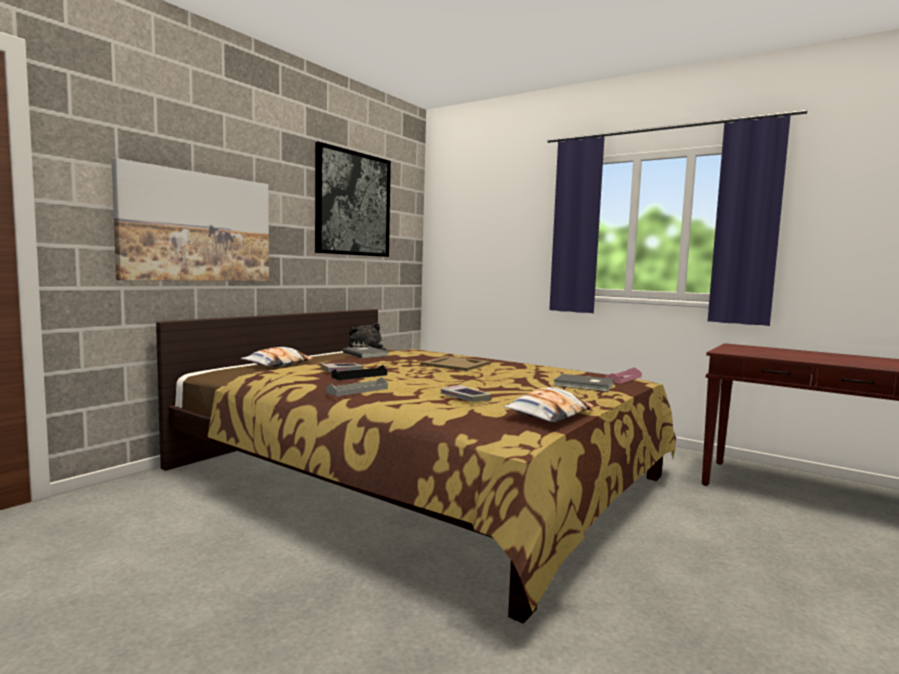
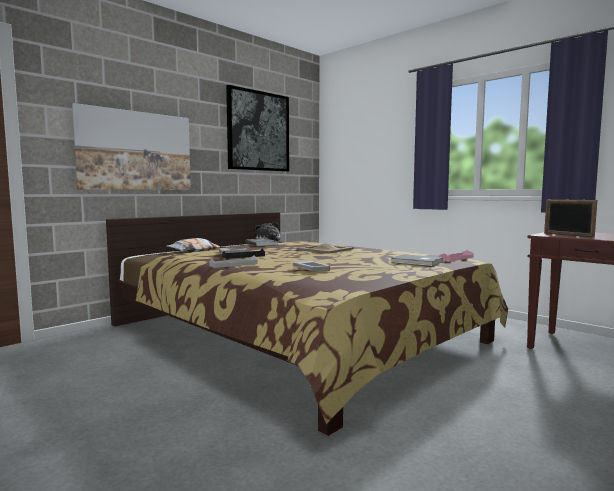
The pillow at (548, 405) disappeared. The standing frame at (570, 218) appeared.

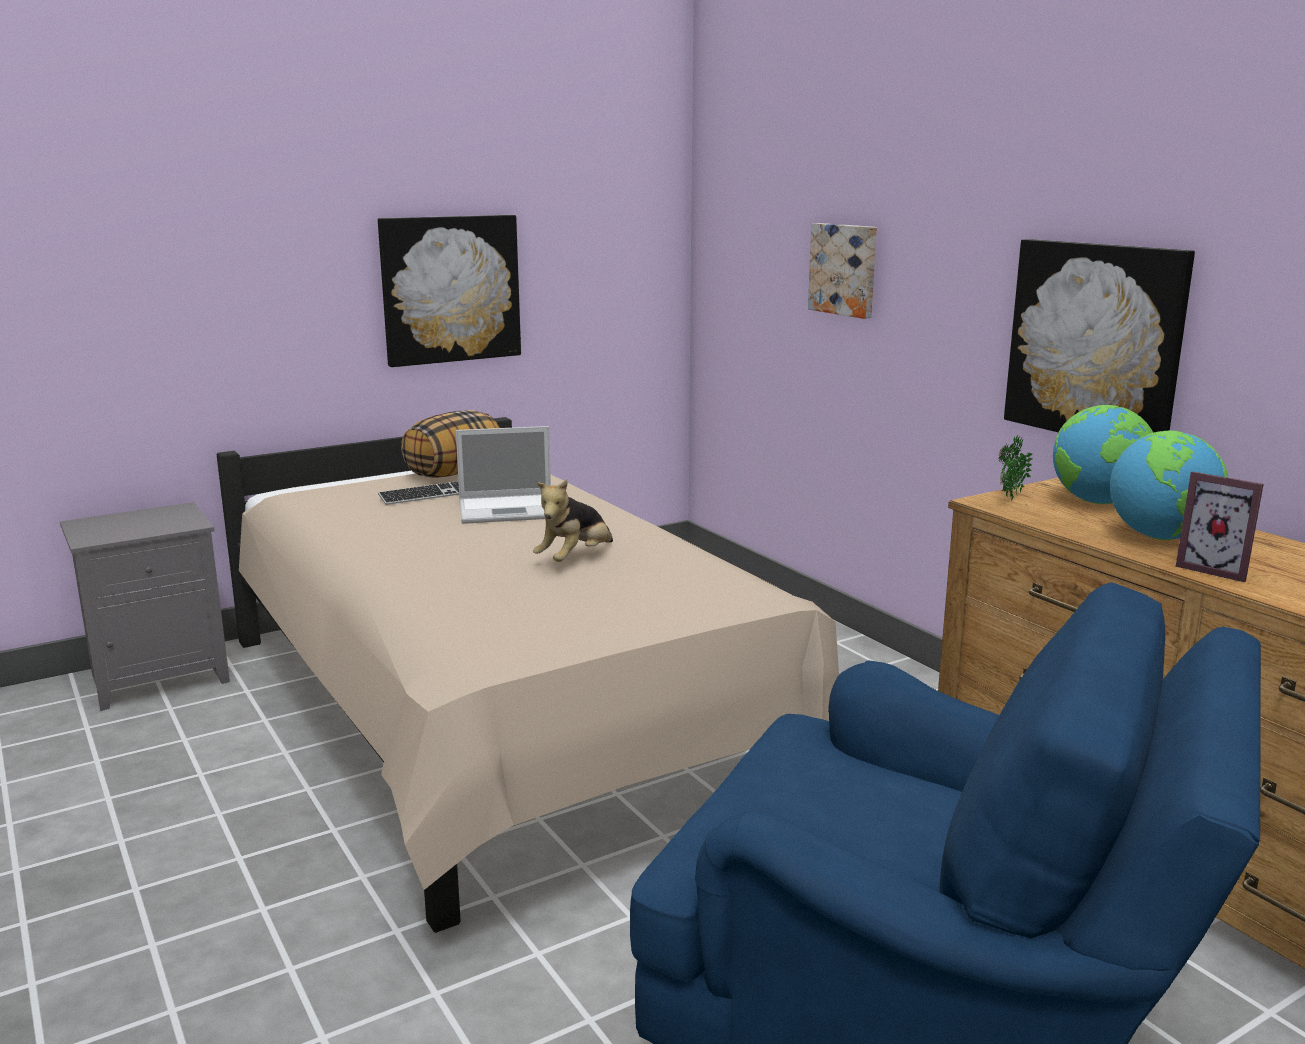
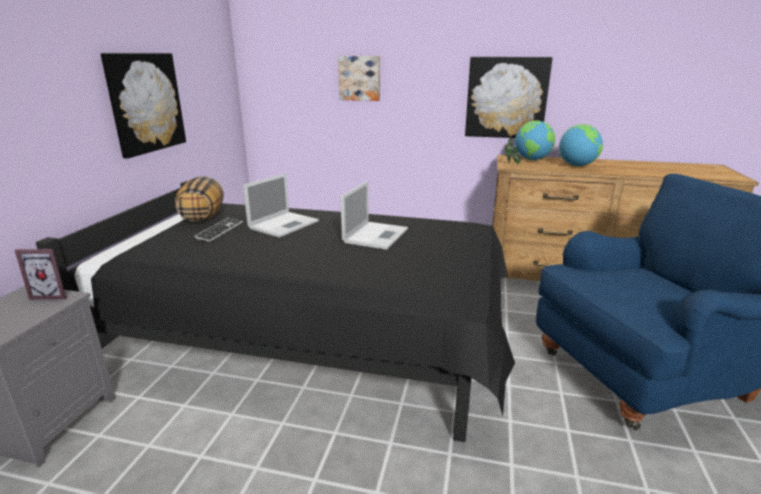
The standing frame moved from (1220, 526) to (40, 274). The cuddly toy at (573, 520) was replaced by the laptop at (374, 215). The sleeping bed (sand-coloured) at (528, 675) became the sleeping bed (blackish) at (275, 311).

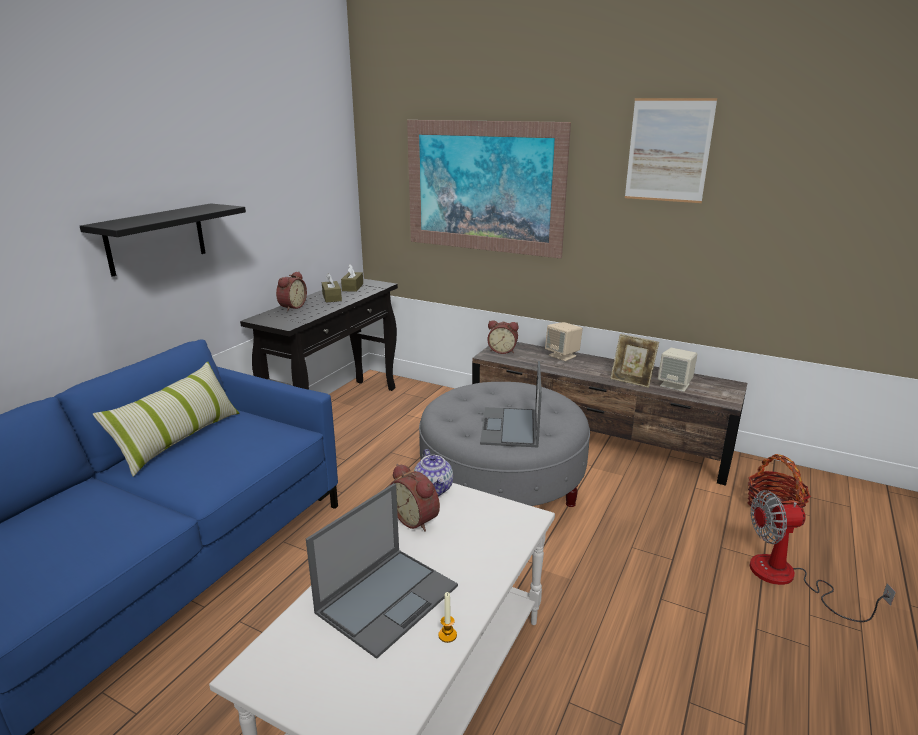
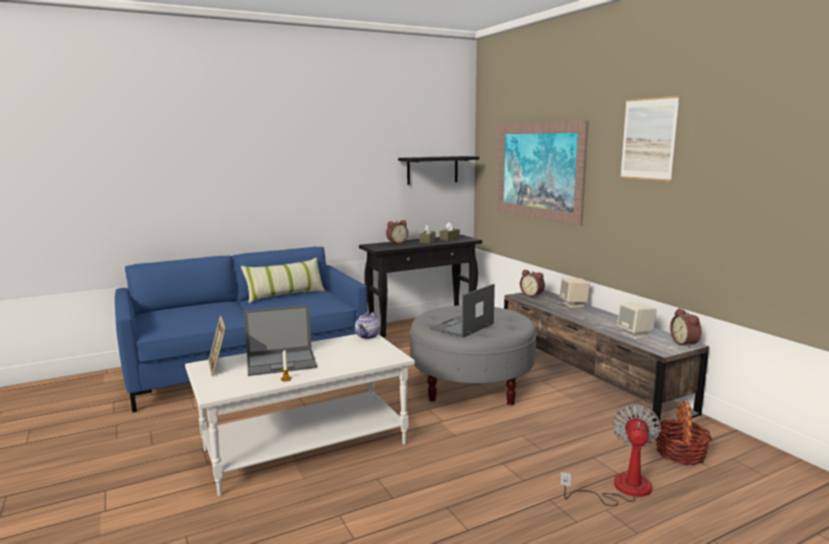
The bracket shelf (blackish) moved from (163, 240) to (438, 170). The alarm clock moved from (415, 498) to (685, 328). The standing frame moved from (634, 361) to (217, 346). The cooling fan at (823, 556) turned 75 degrees clockwise.

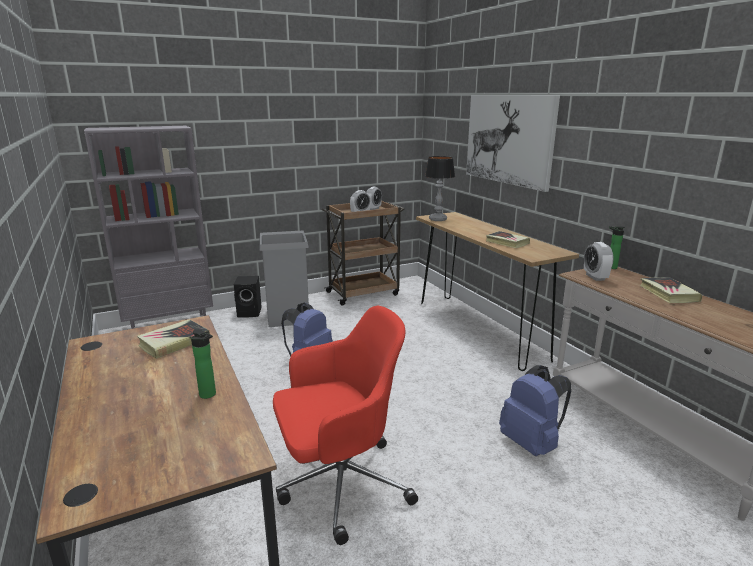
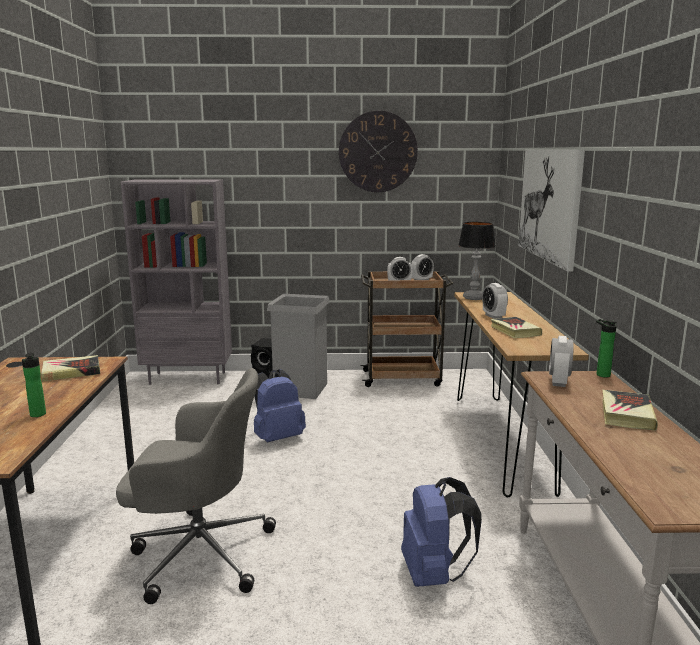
The hanging clock at (378, 151) appeared. The alarm clock at (495, 301) appeared. The office chair (red) at (345, 425) became the office chair (greyish) at (196, 486).

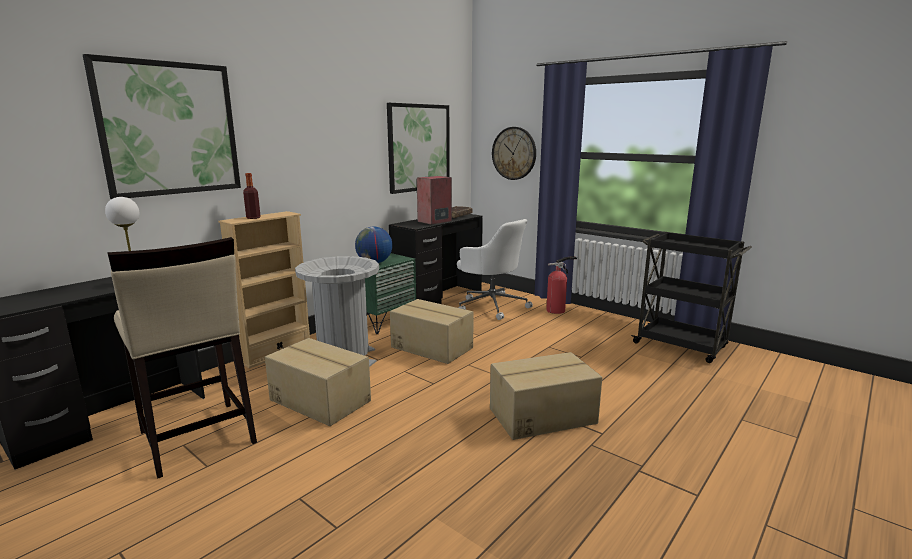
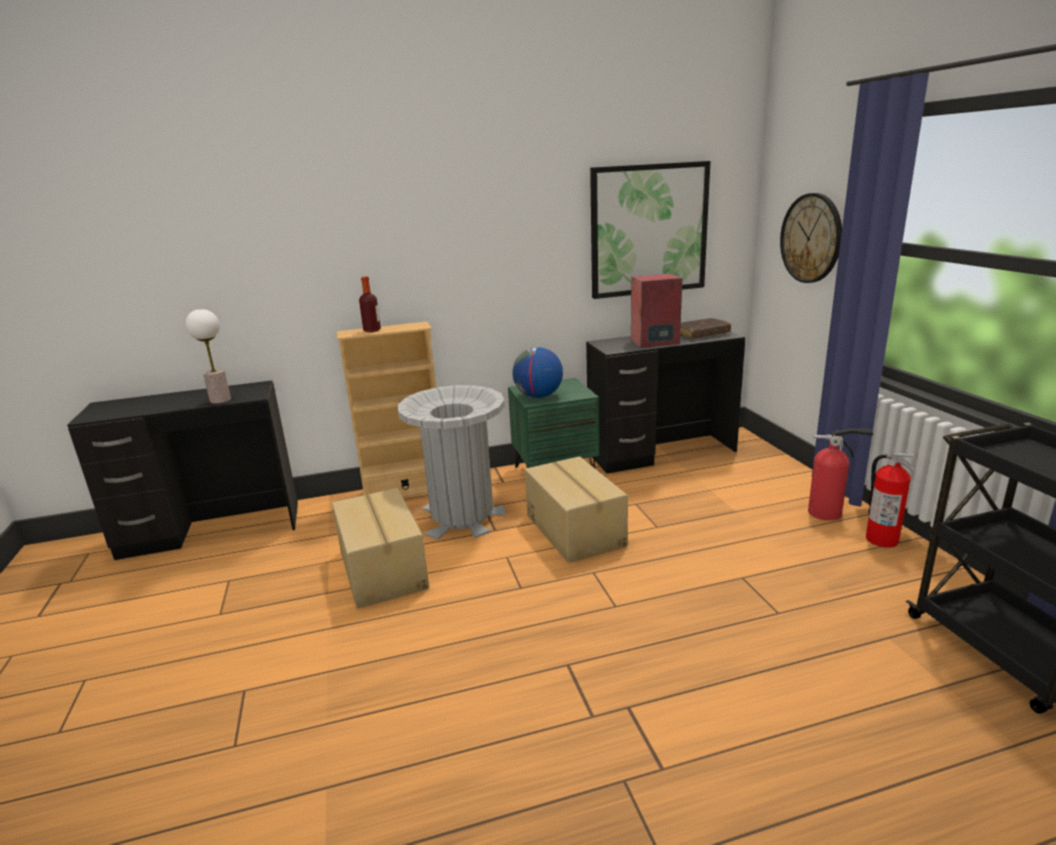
The picture at (162, 126) disappeared. The stool (sand-coloured) at (182, 358) disappeared. The office chair (white-coloured) at (495, 269) disappeared. The carton at (546, 396) disappeared. The fire-fighting cylinder at (891, 500) appeared.

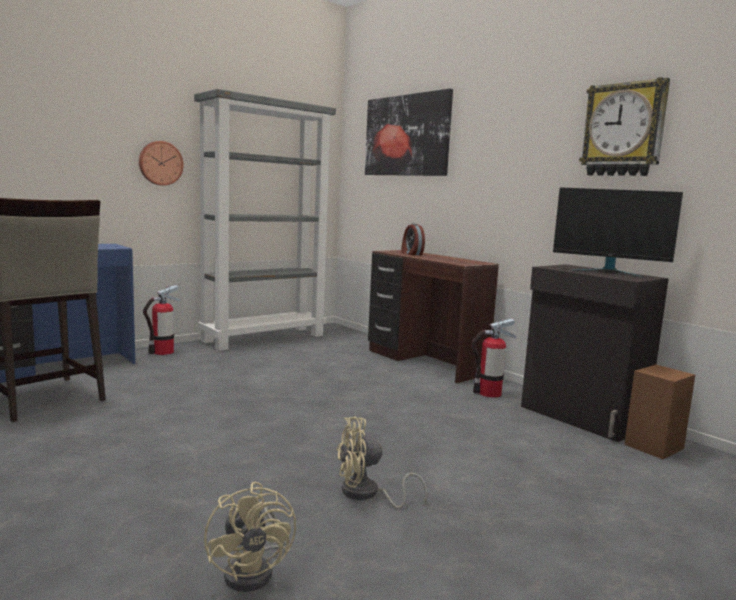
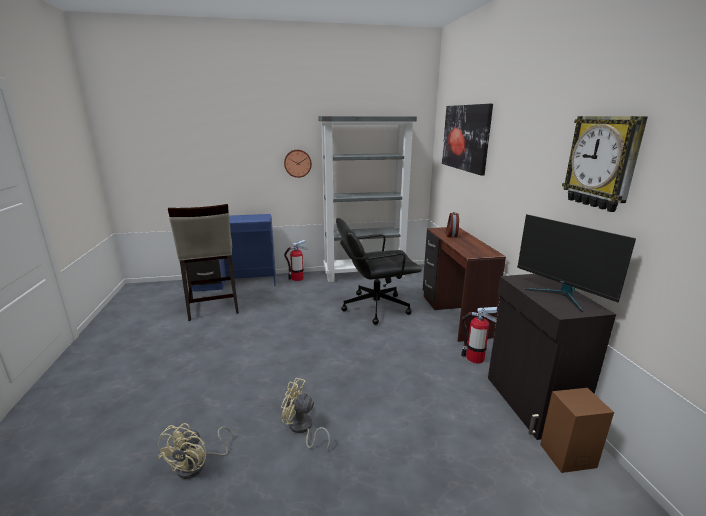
The office chair (blackish) at (379, 271) appeared.

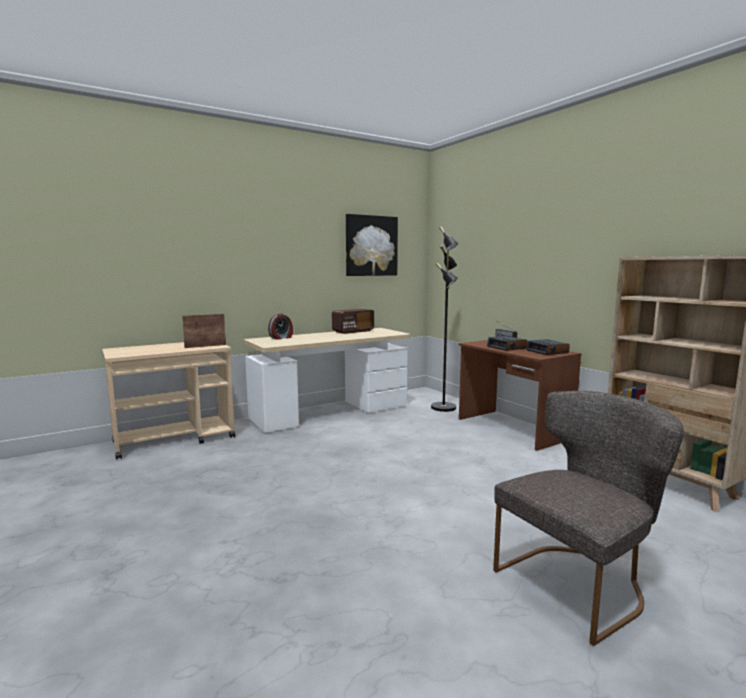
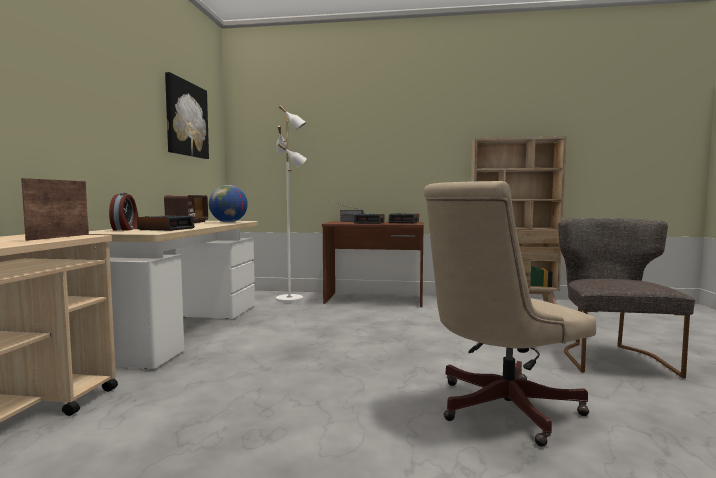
The alarm clock at (166, 223) appeared. The desk globe at (228, 204) appeared. The office chair (sand-coloured) at (509, 314) appeared. The standing lamp (blackish) at (444, 319) became the standing lamp (white-coloured) at (291, 204).

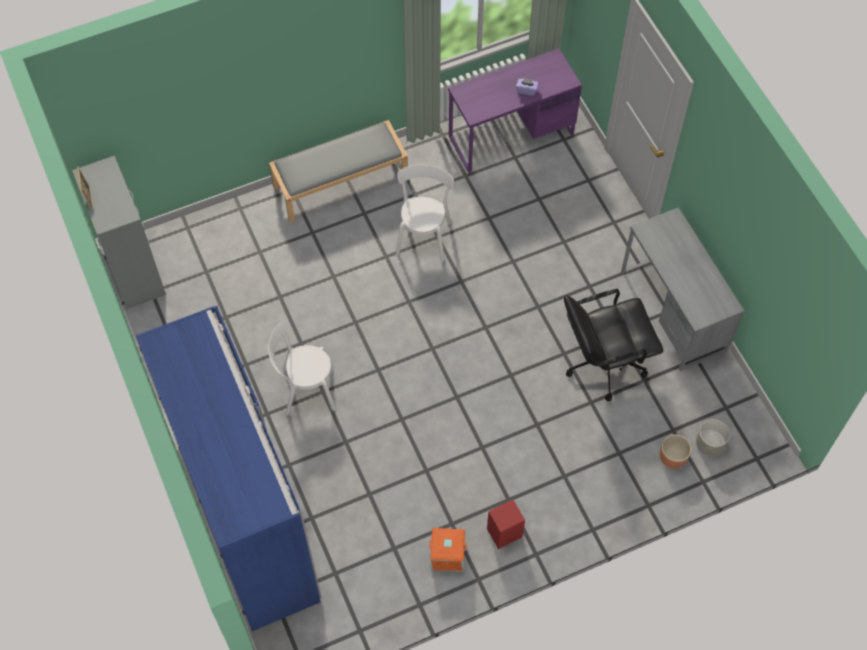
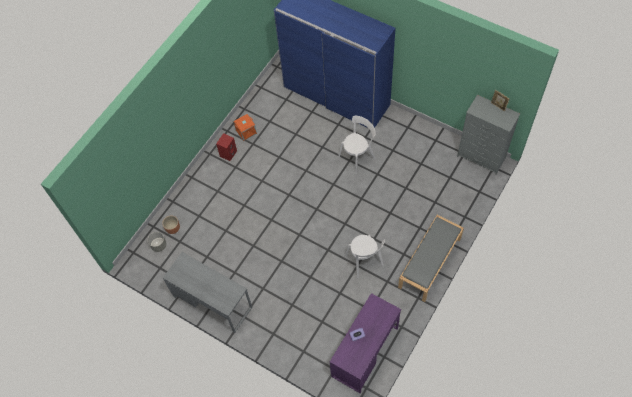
The office chair (blackish) at (613, 345) disappeared.

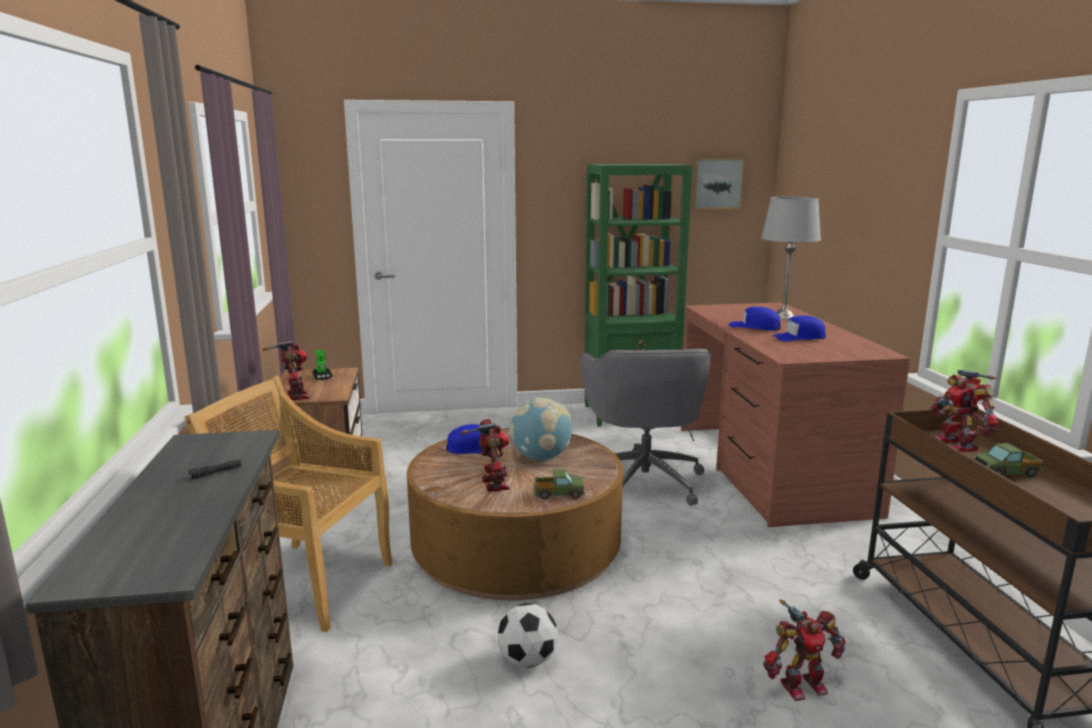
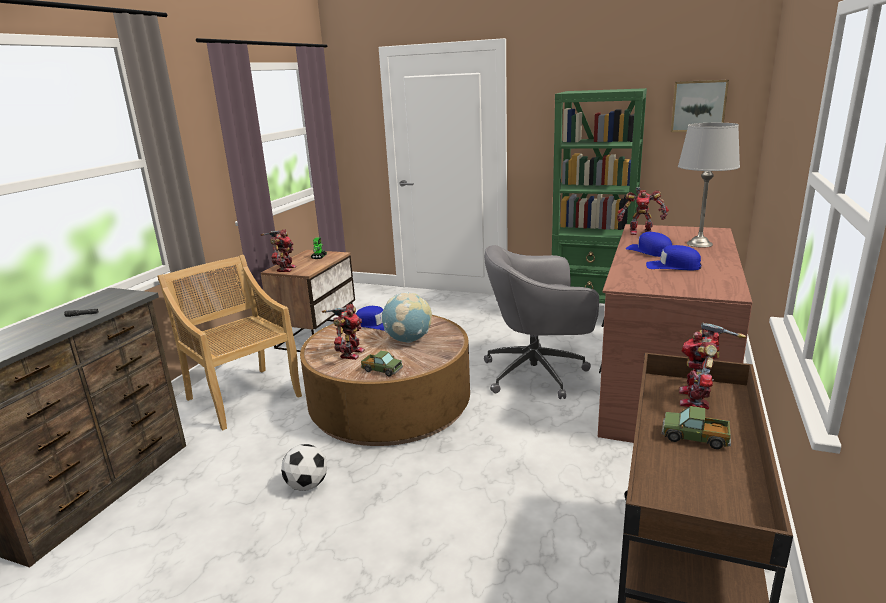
The robot figure moved from (804, 650) to (643, 211). The office chair (greyish) at (645, 427) turned 60 degrees clockwise.

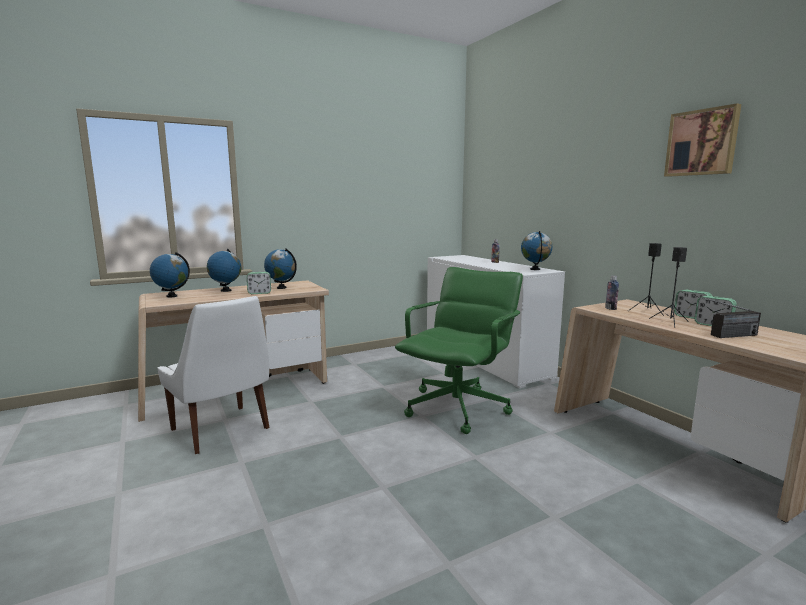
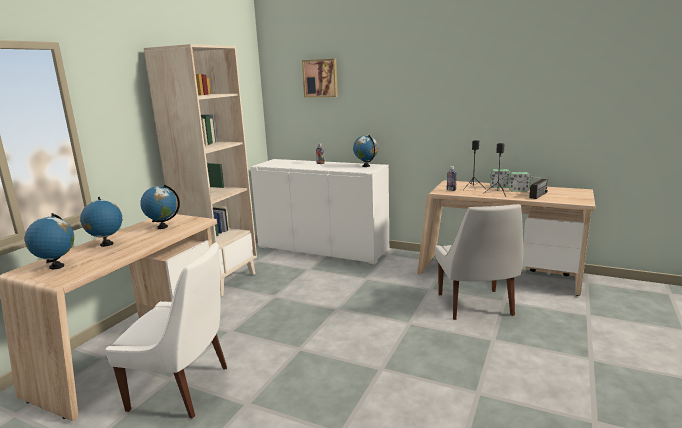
The alarm clock at (259, 283) disappeared. The office chair (greenish) at (459, 350) disappeared. The shelving unit (sand-coloured) at (200, 170) appeared. The upright chair (white-coloured) at (479, 262) appeared. The picture moved from (702, 140) to (320, 78).

